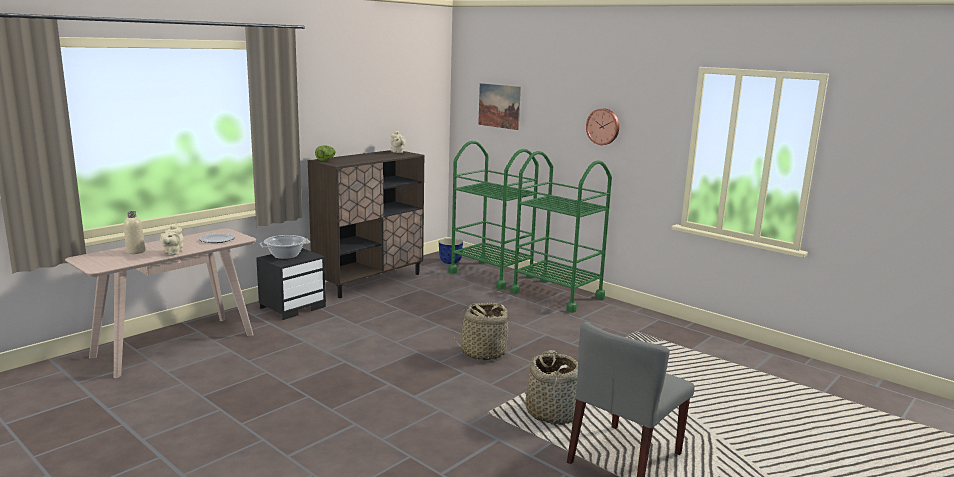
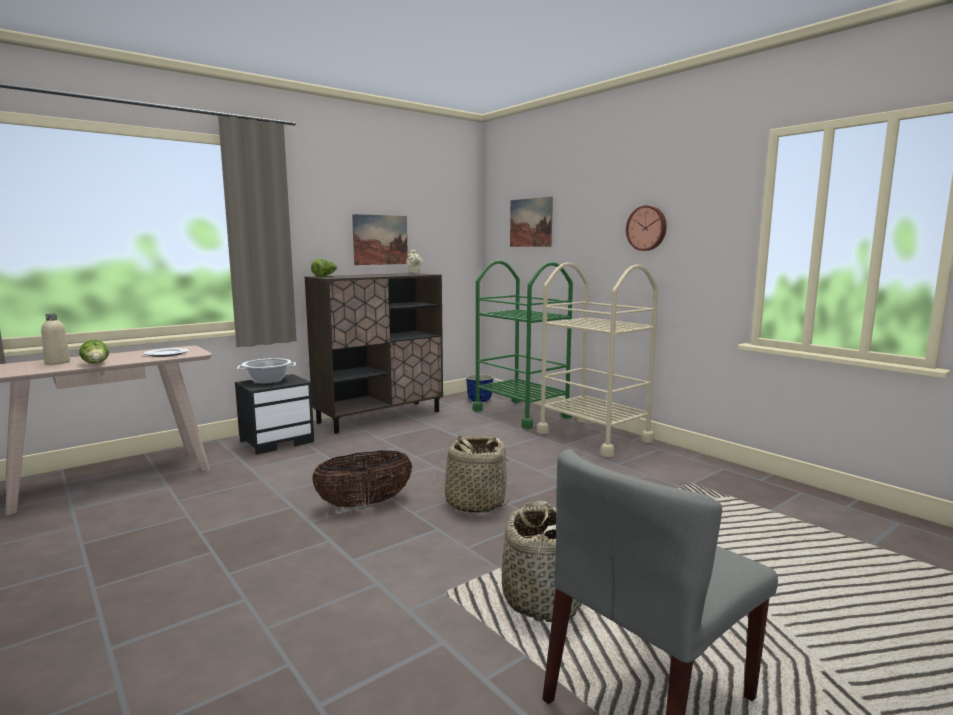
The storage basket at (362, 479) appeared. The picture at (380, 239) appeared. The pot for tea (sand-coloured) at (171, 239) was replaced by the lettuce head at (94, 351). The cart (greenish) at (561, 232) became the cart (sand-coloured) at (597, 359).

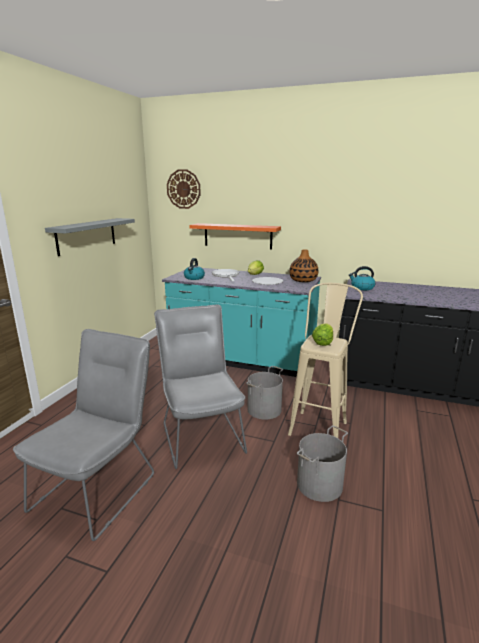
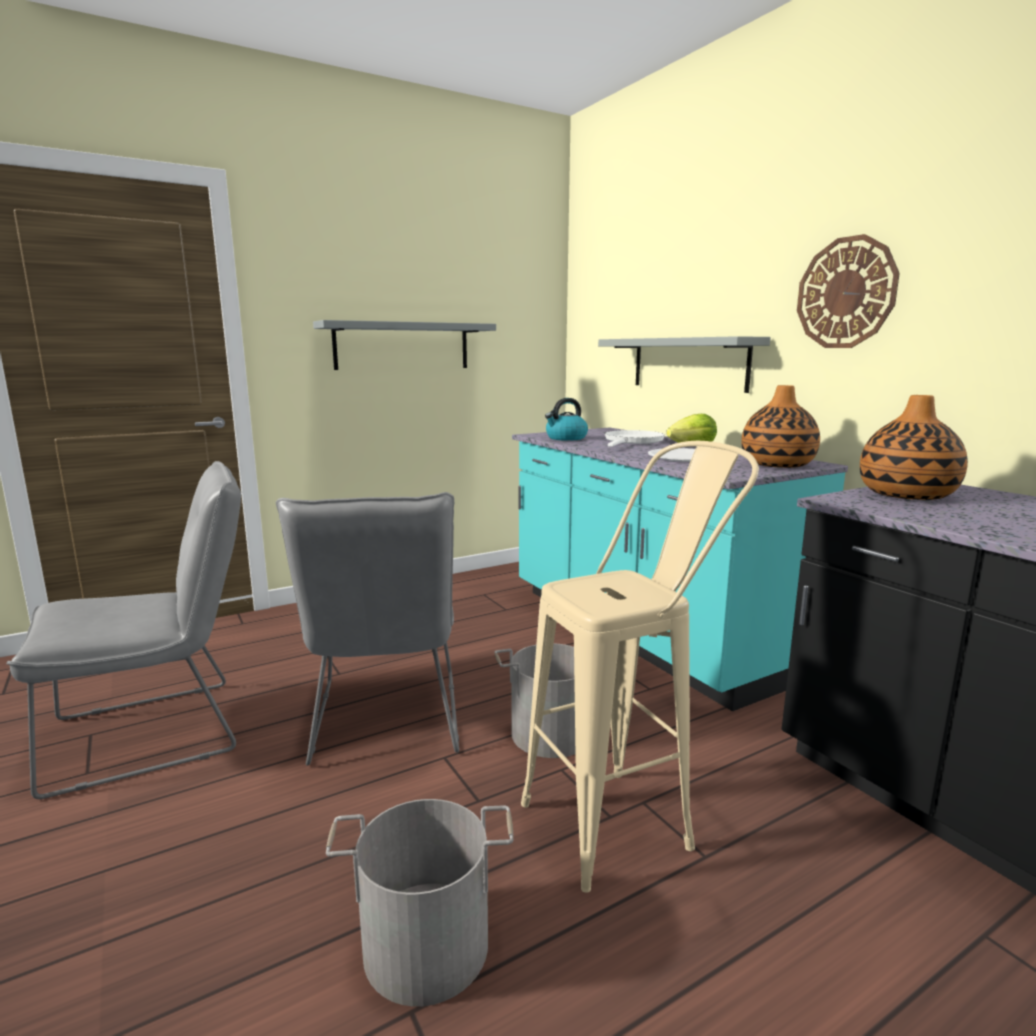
The lettuce head at (322, 334) disappeared. The hanging clock moved from (184, 189) to (848, 291). The tea kettle at (362, 278) was replaced by the decorative vase at (914, 447). The bracket shelf (orange-coloured) at (235, 236) became the bracket shelf (greyish) at (684, 364). The upright chair (greyish) at (200, 387) turned 150 degrees clockwise.

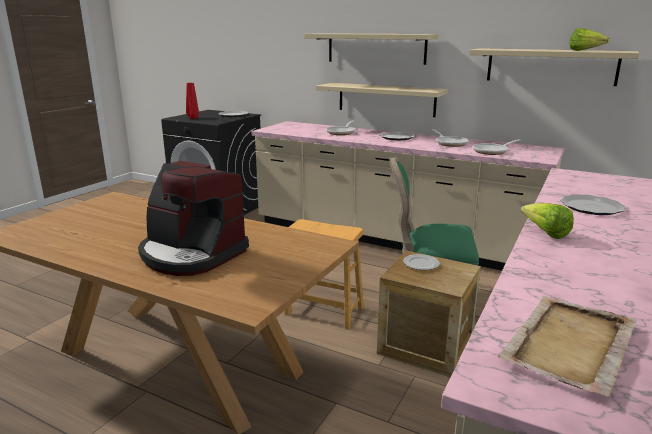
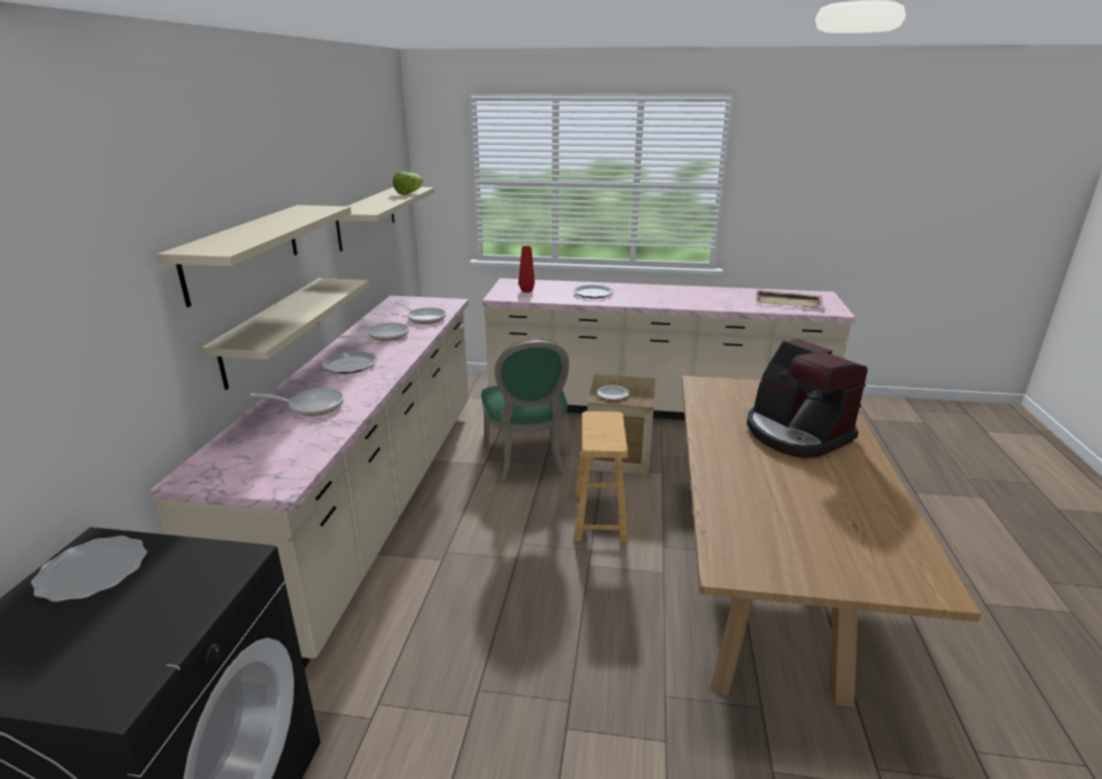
The lettuce head at (547, 221) disappeared. The decorative vase (red) moved from (192, 101) to (526, 269). The coffee machine at (193, 218) turned 135 degrees clockwise.

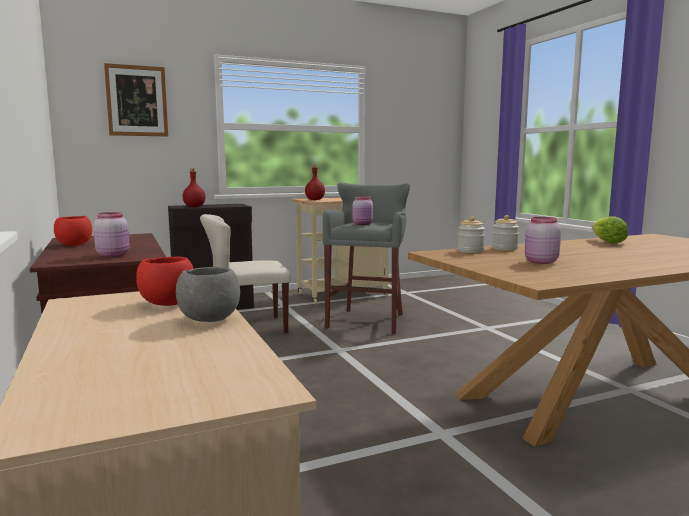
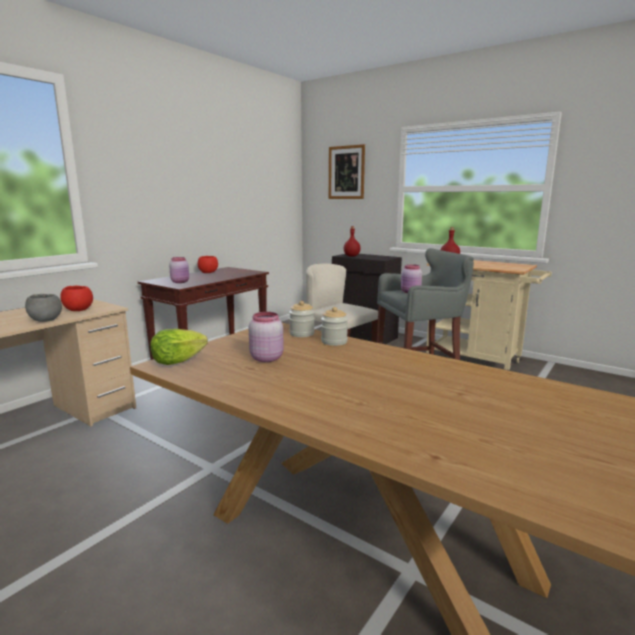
The lettuce head moved from (610, 230) to (179, 347).

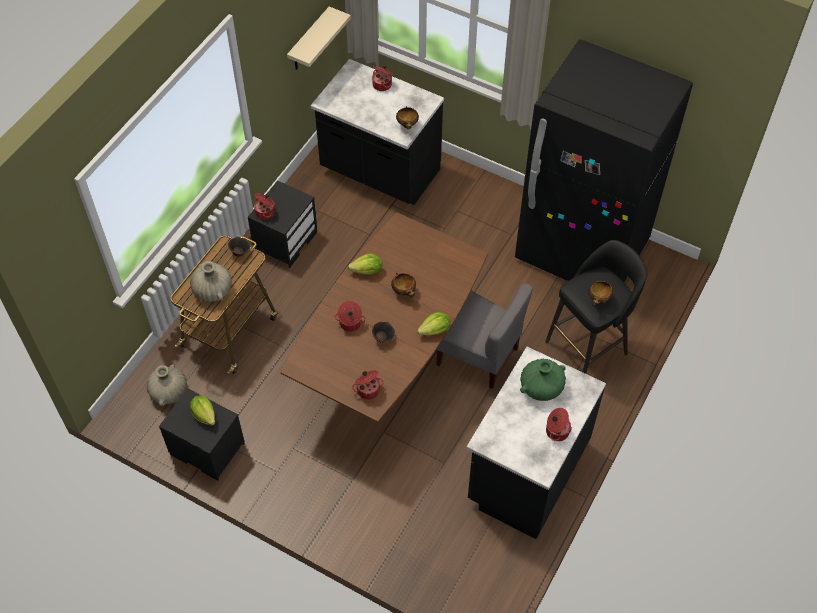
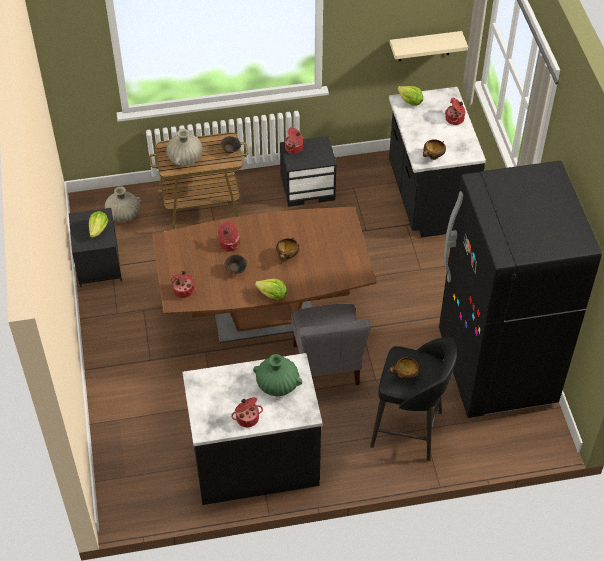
The lettuce head moved from (365, 264) to (410, 95).

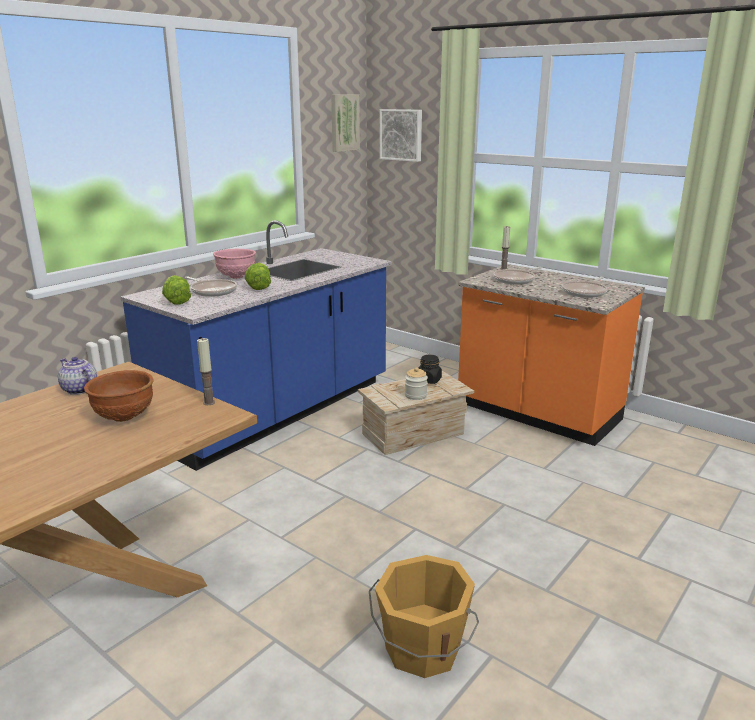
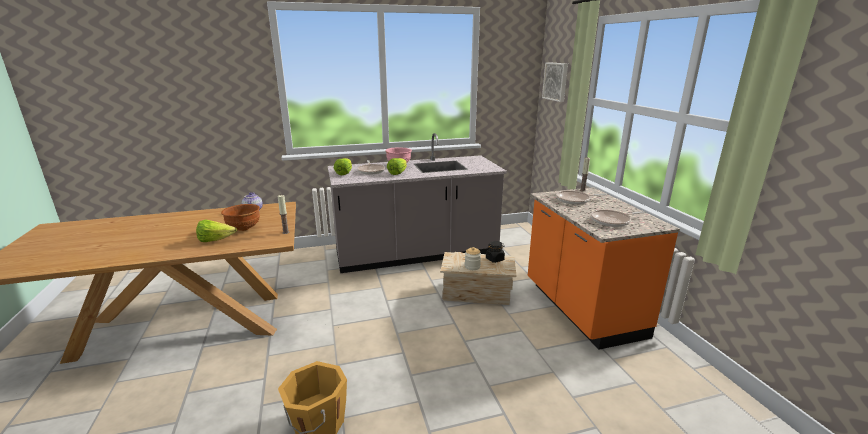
The picture at (345, 123) disappeared. The lettuce head at (216, 230) appeared. The kitchen base unit (blue) at (256, 345) became the kitchen base unit (greyish) at (417, 203).

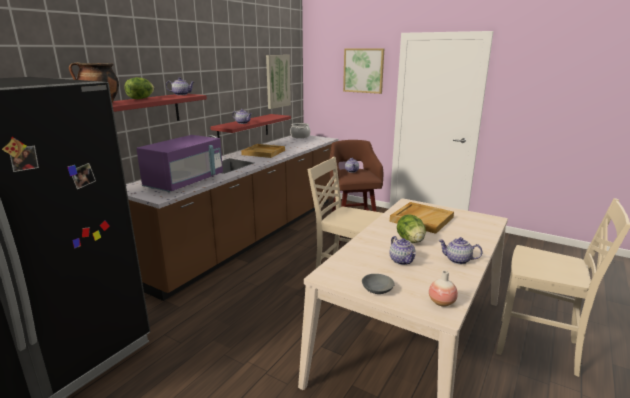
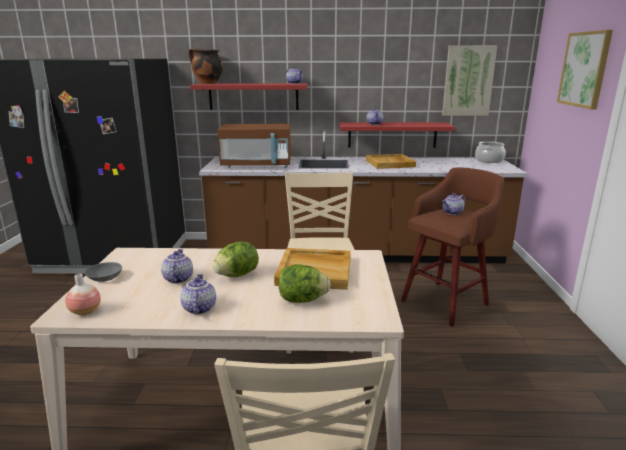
The lettuce head moved from (139, 88) to (305, 283). The microwave oven (purple-coloured) at (179, 163) became the microwave oven (brownish) at (254, 146). The pot for tea at (402, 250) turned 135 degrees clockwise.

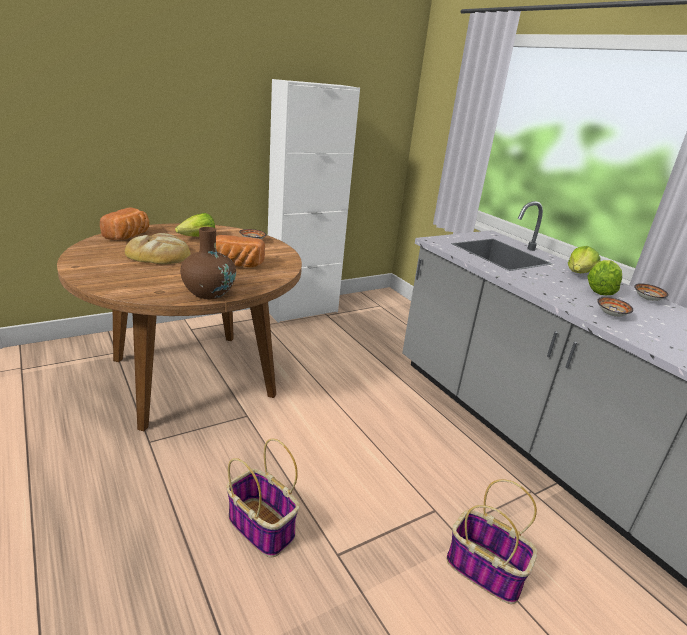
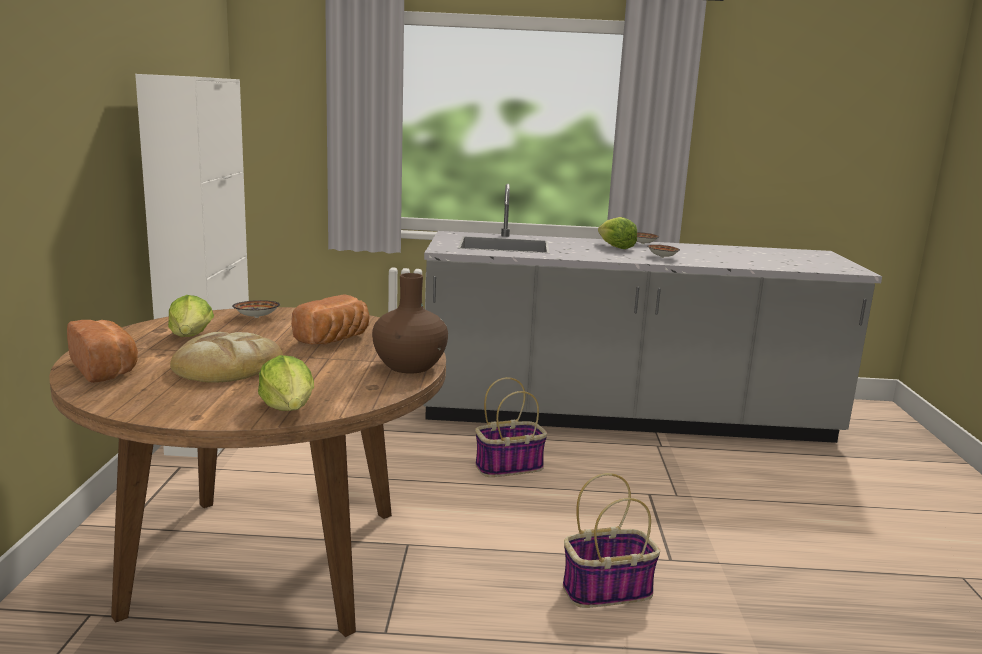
The storage basket moved from (491, 541) to (511, 427). The lettuce head moved from (584, 259) to (286, 383).

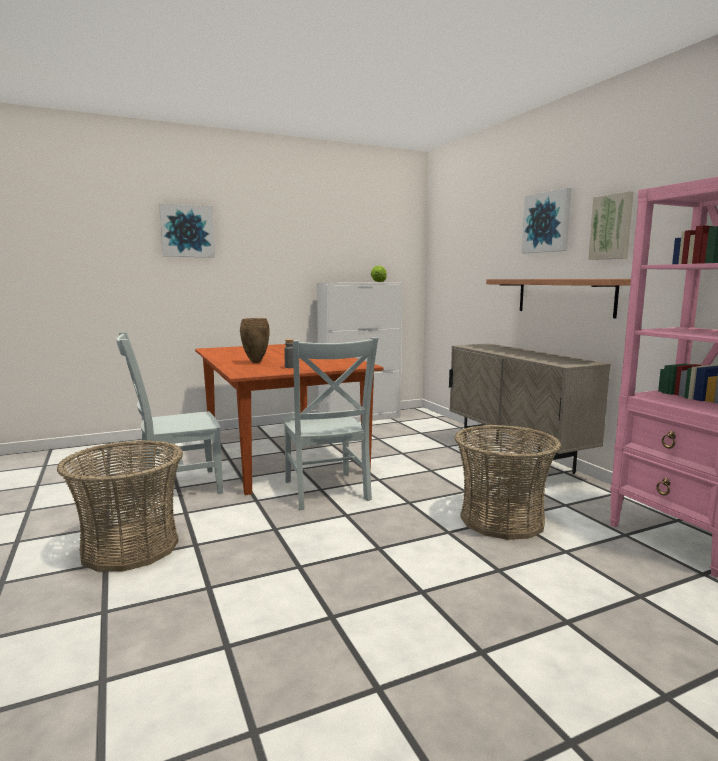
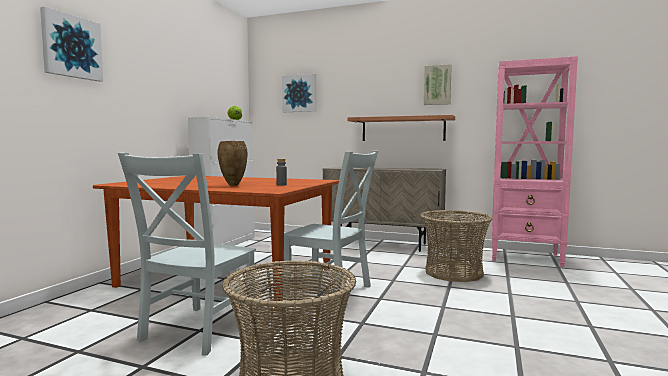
The picture moved from (547, 220) to (299, 93).

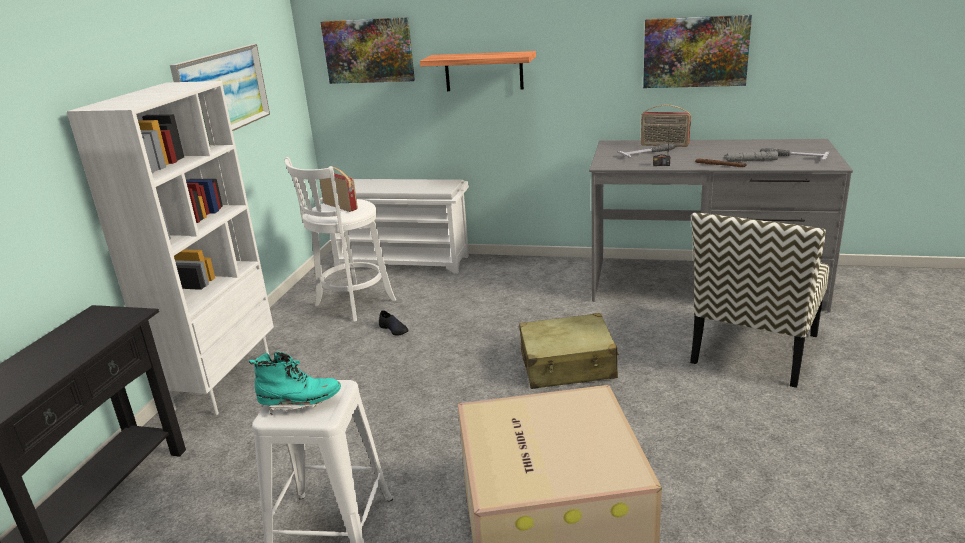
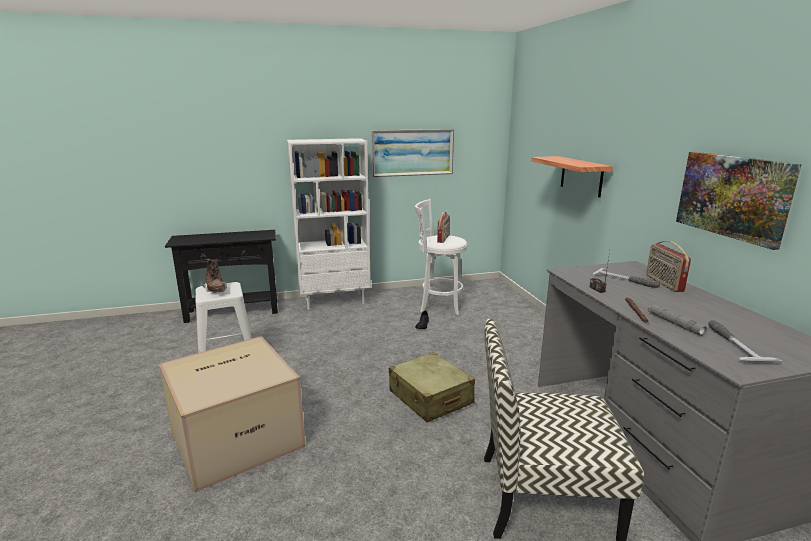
The shoe rack (white-coloured) at (394, 226) disappeared. The picture at (367, 50) disappeared. The tall boot (turquoise-coloured) at (295, 383) became the tall boot (brownish) at (215, 276).

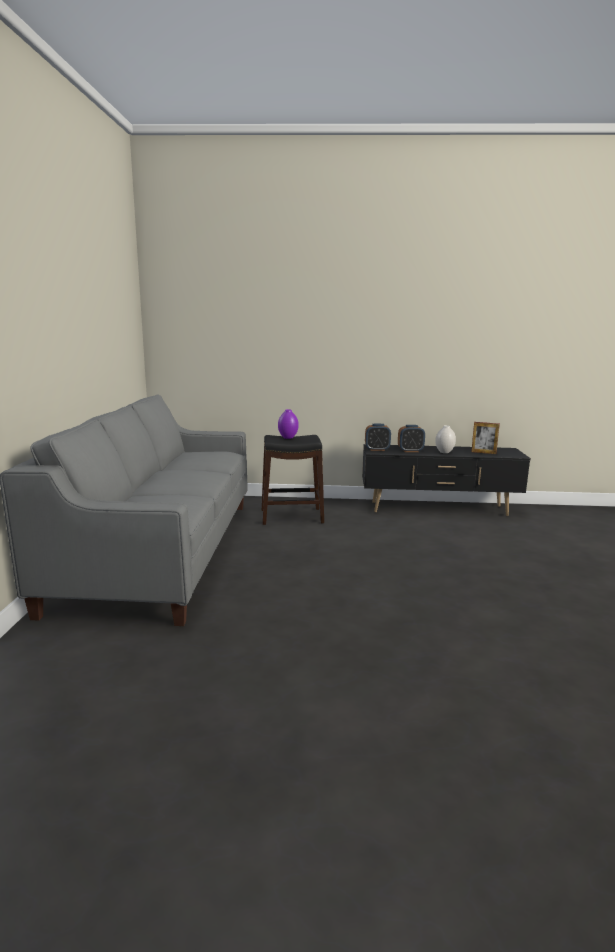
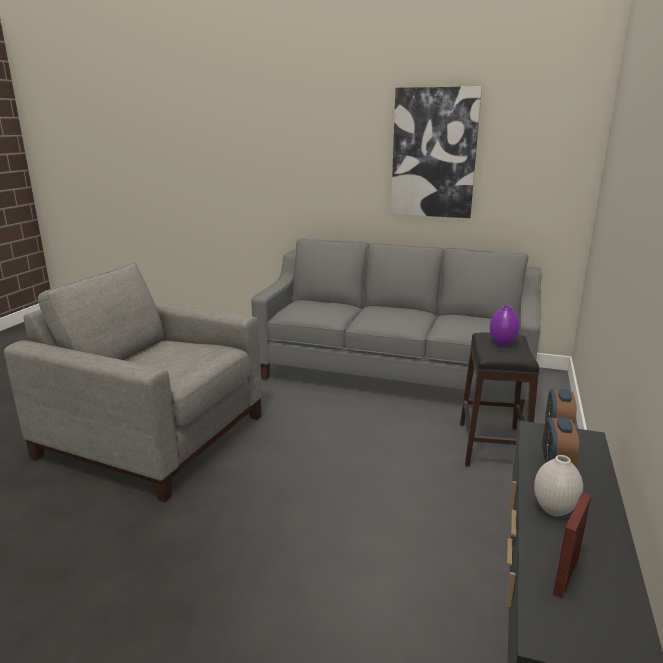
The armchair (greyish) at (133, 382) appeared. The picture at (436, 152) appeared.

